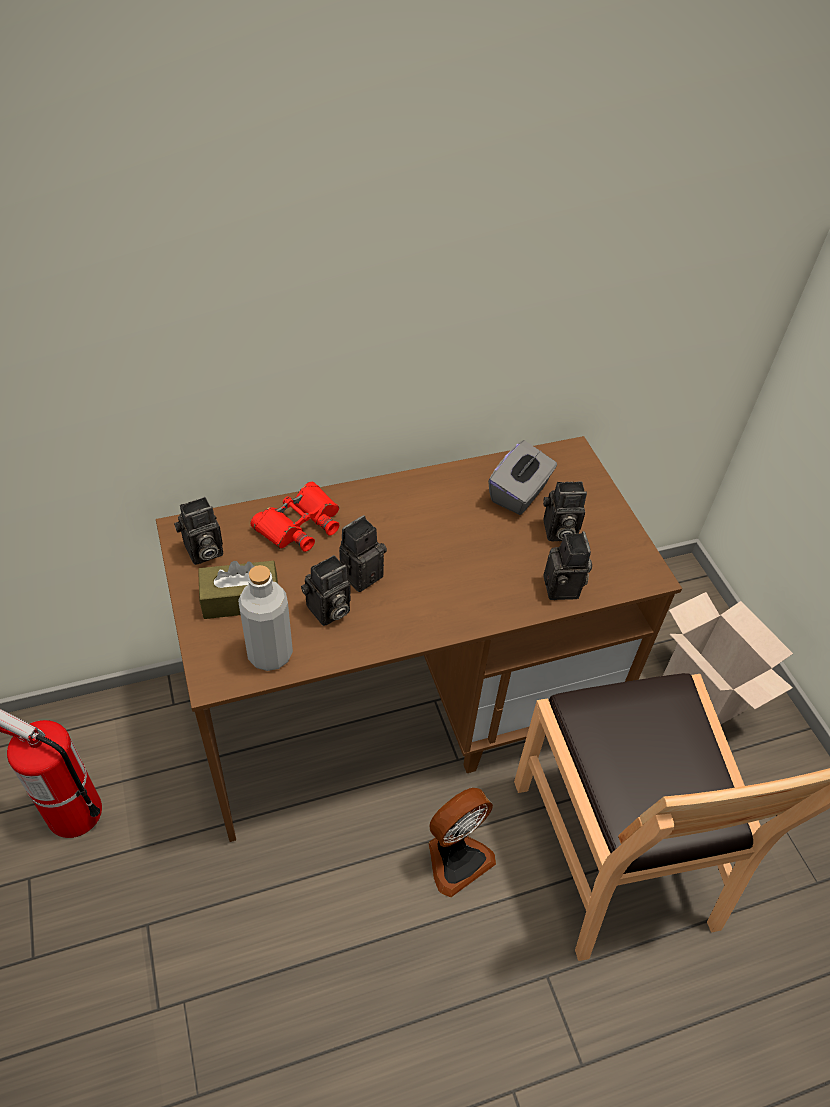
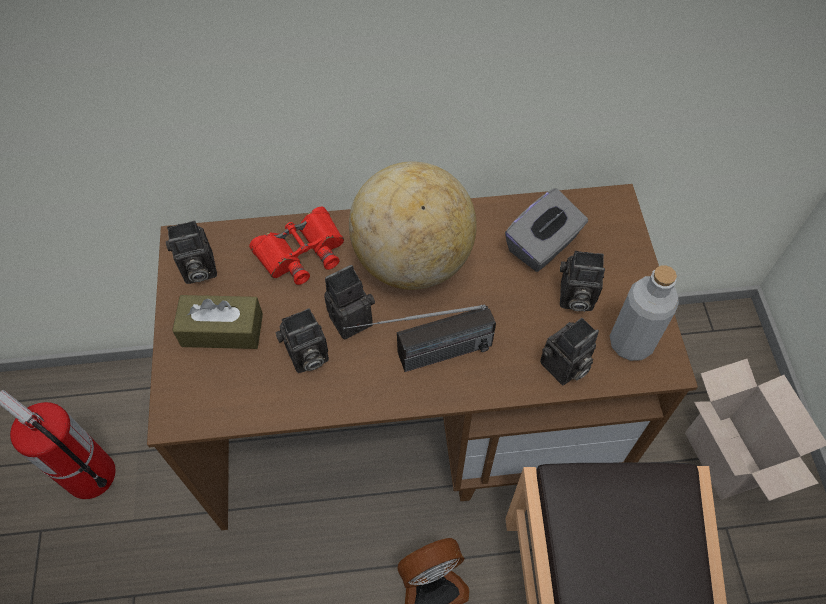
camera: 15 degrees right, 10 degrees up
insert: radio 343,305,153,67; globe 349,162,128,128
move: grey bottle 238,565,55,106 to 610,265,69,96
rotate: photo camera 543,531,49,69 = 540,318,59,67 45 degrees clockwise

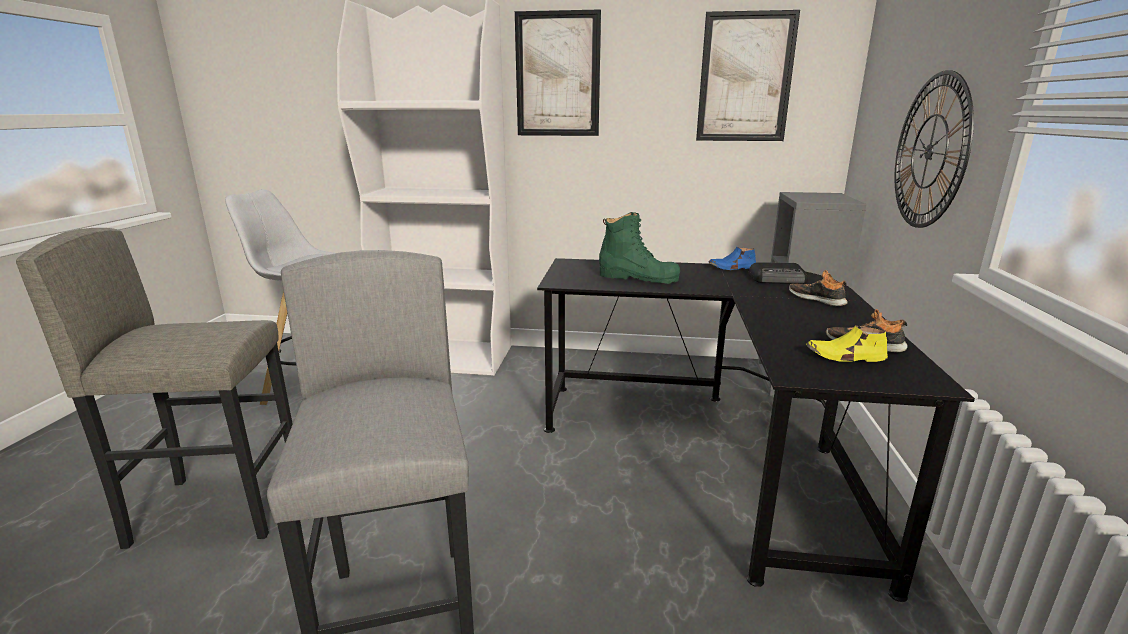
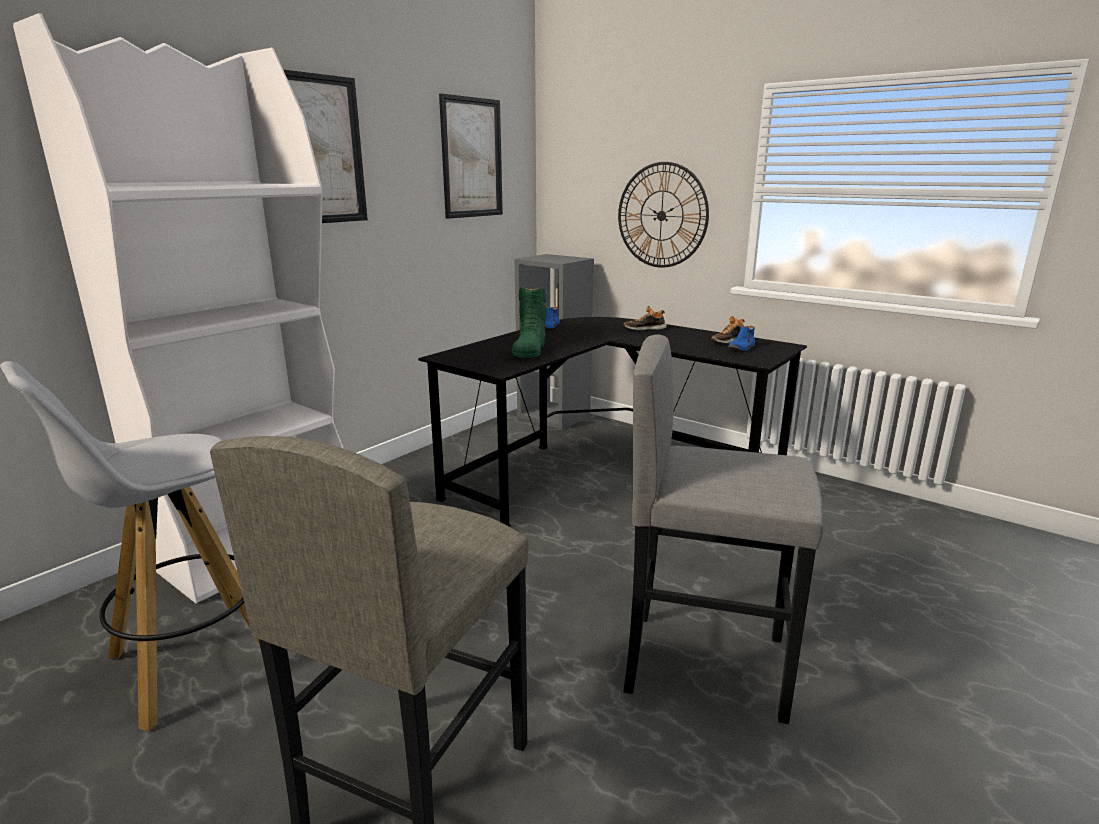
camera: 60 degrees left, 0 degrees up
delete: radio 748,262,60,22
recolor: yellow shoe 806,325,82,37 to blue shoe 728,326,27,25
rotate: green boot 599,212,81,72 = 512,288,35,70 135 degrees clockwise

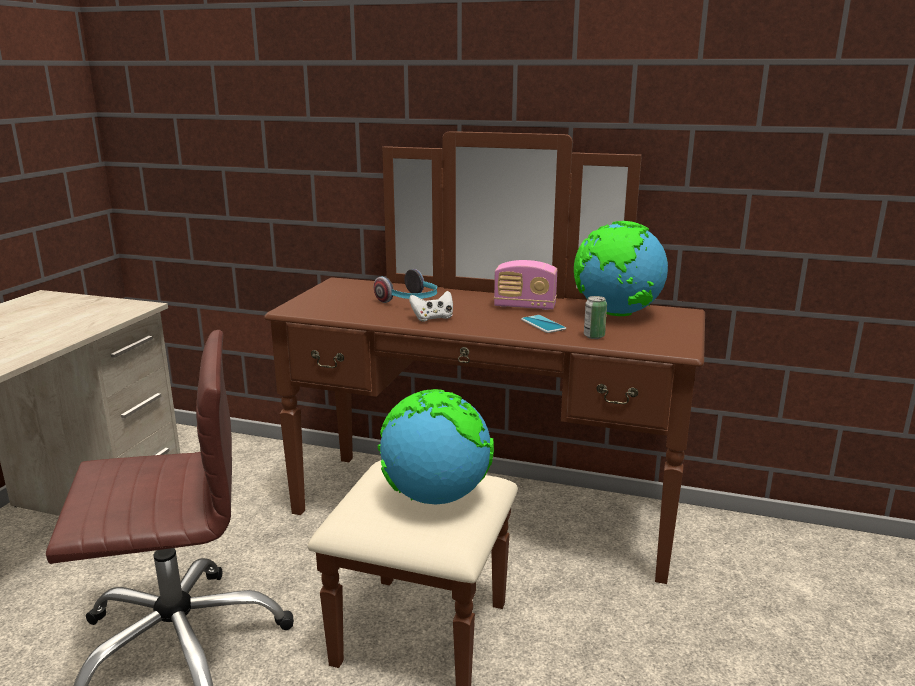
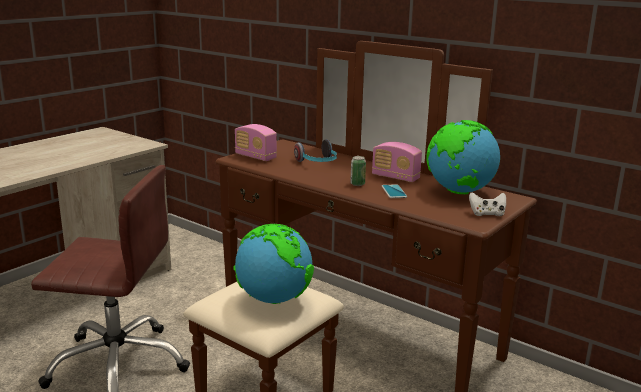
camera: 20 degrees right, 0 degrees up
insert: radio 235,124,42,37
move: can 584,296,23,43 to 350,156,16,30; white game controller 409,291,44,31 to 469,192,37,24

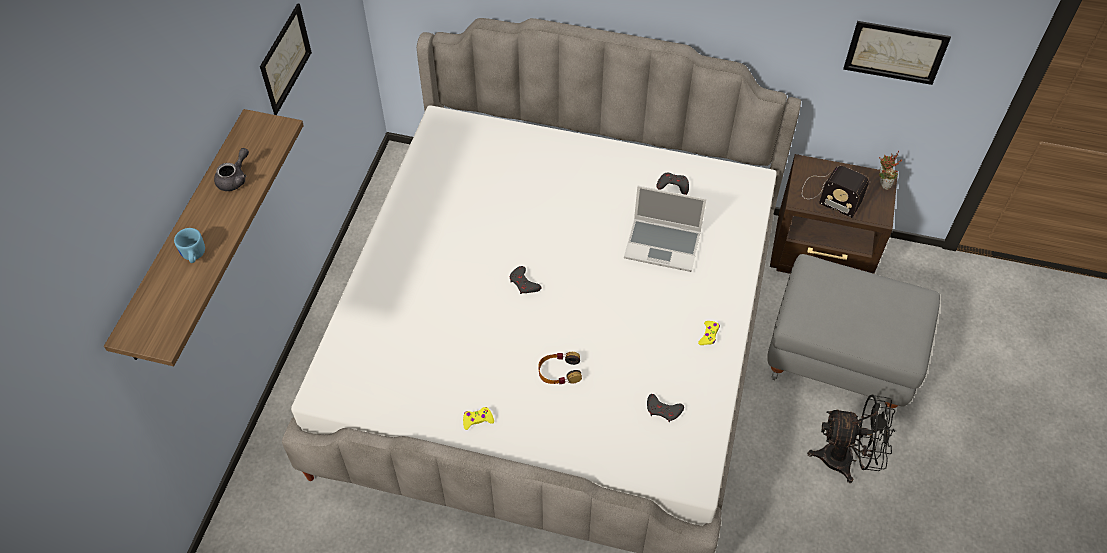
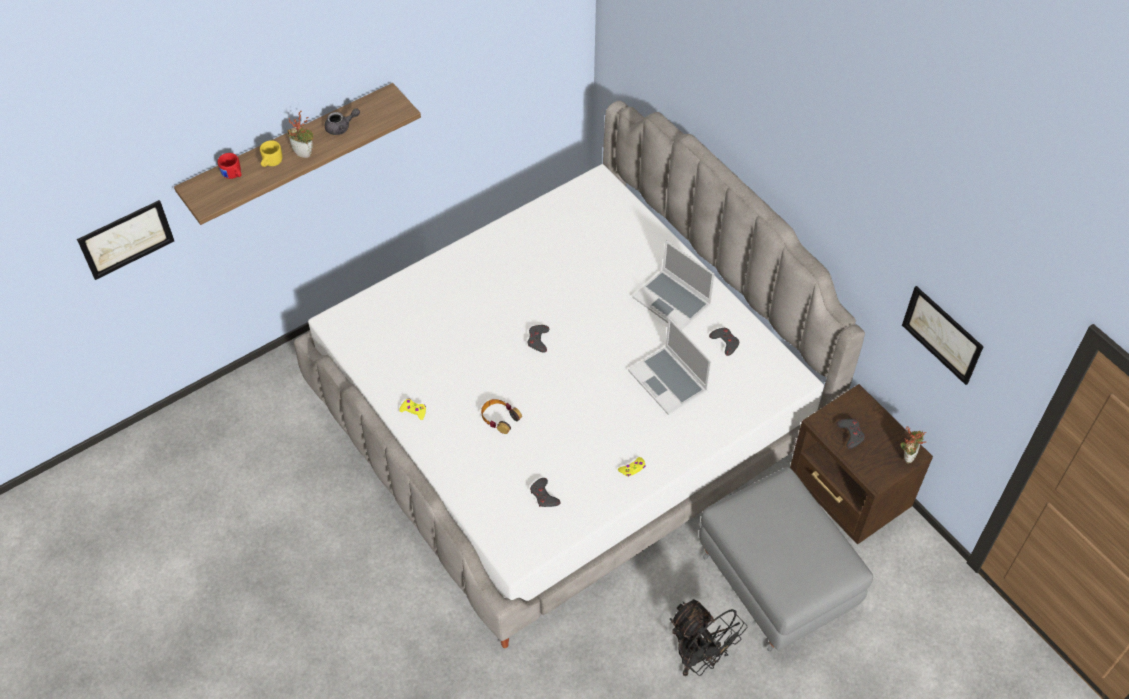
camera: 40 degrees right, 0 degrees up
insert: red mug 218,153,23,26; potted plant 288,110,26,48; laptop 632,240,83,90
move: picture 260,3,52,112 to 77,200,97,80
replace: radio 802,166,67,52 to grey game controller 836,419,29,30
recolor: blue mug 174,228,31,35 to yellow mug 260,140,22,27

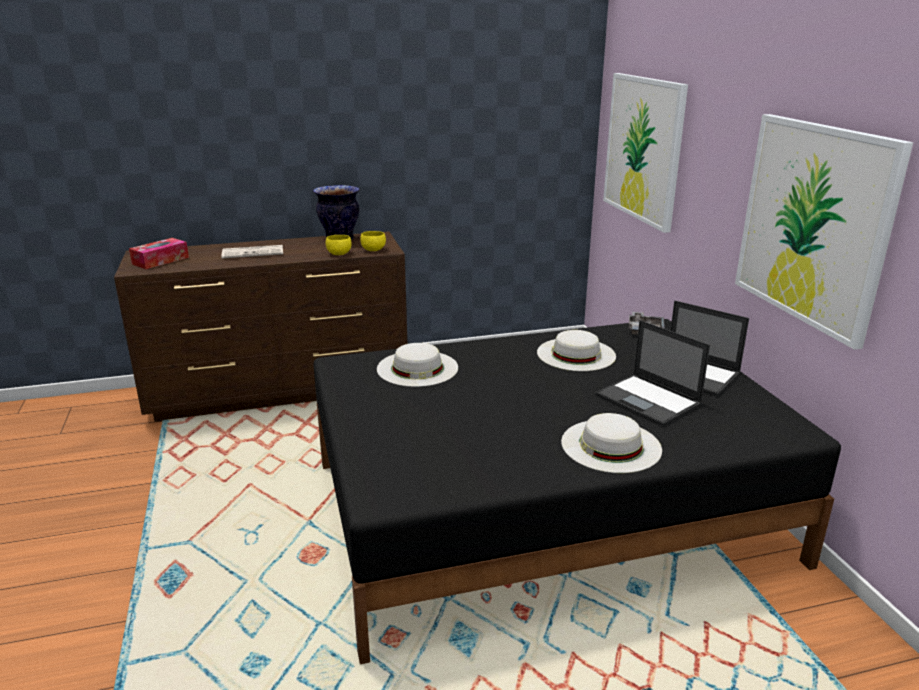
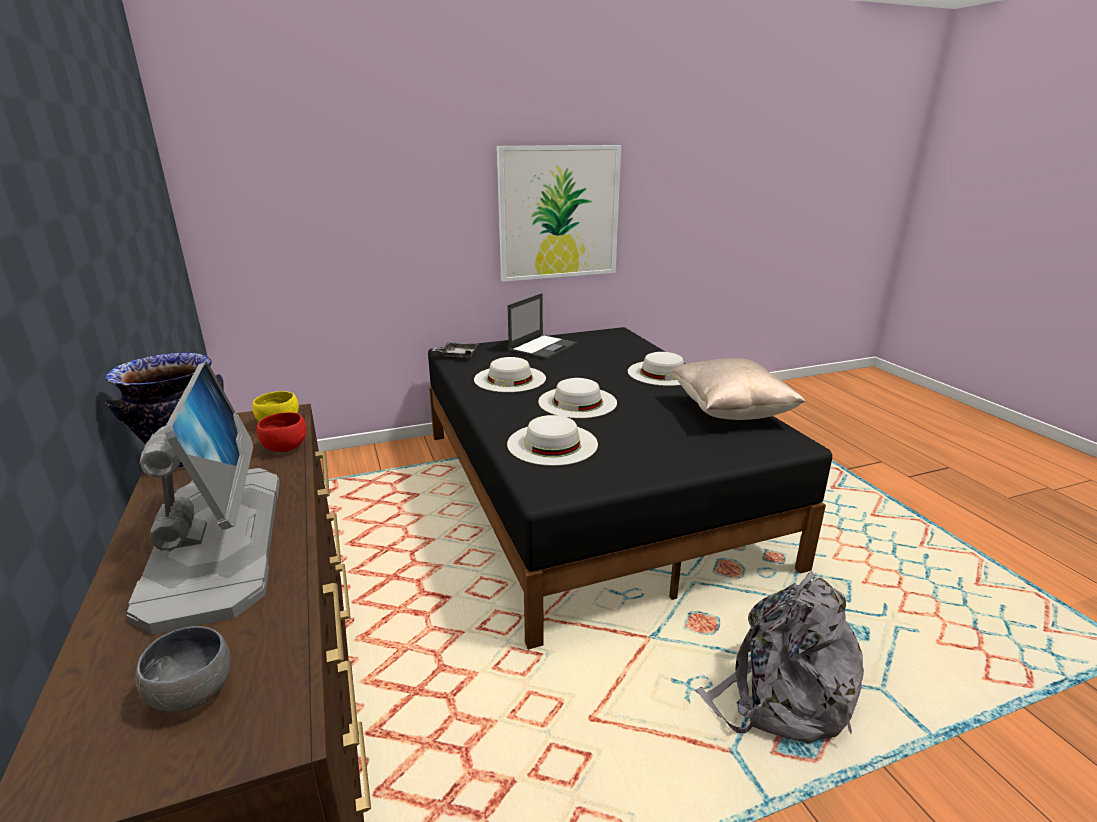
camera: 95 degrees left, 0 degrees up
delete: laptop 595,320,115,107; picture 603,73,85,160
insert: white hat 538,378,79,40; beige pillow 672,358,134,62; grey backpack 696,571,168,173
replace: newspaper 221,245,62,14 to monitor 127,362,153,273; tissue box 129,238,60,31 to grey bowl 135,626,96,86
recolor: yellow bowl 326,235,25,20 to red bowl 257,412,50,40

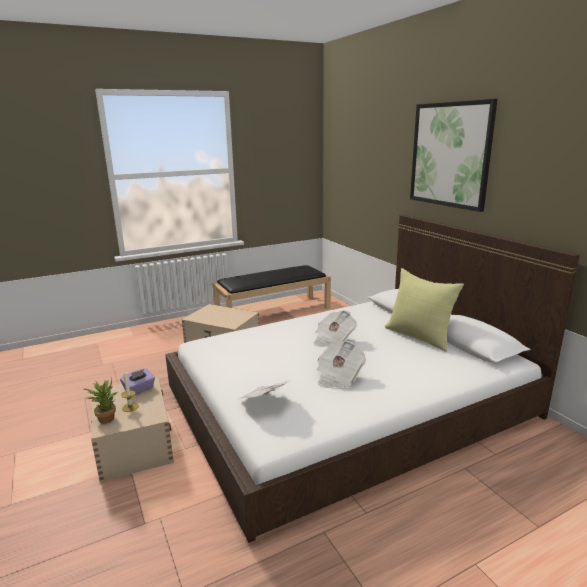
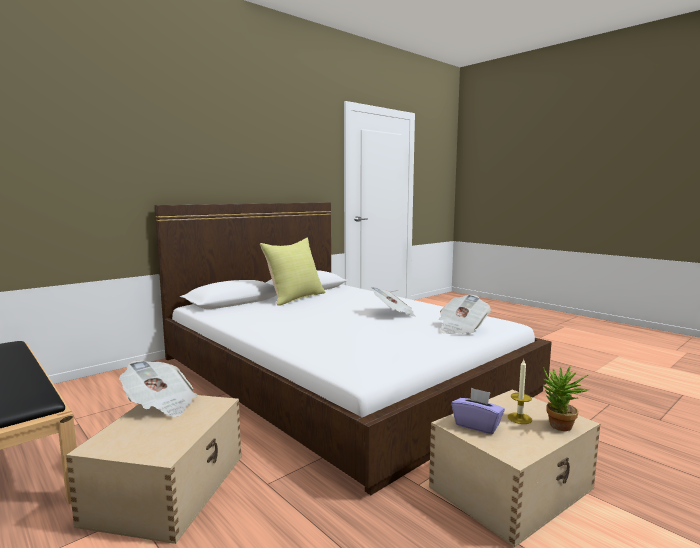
camera: 105 degrees left, 10 degrees down
delete: picture 410,99,87,113
move: newspaper 314,310,43,37 to 119,360,78,57

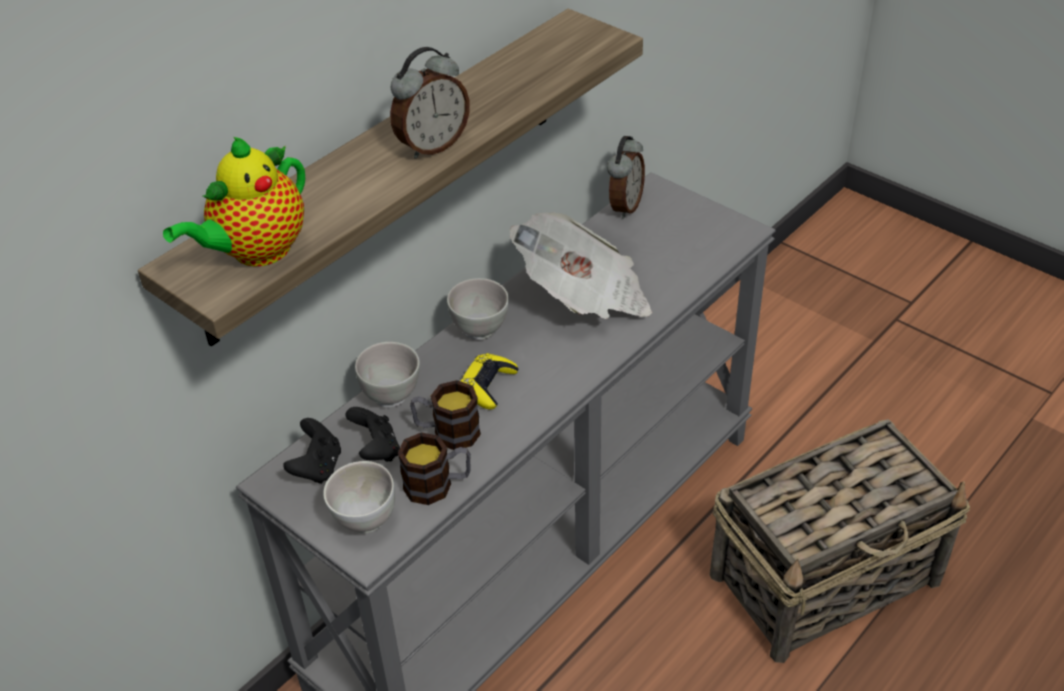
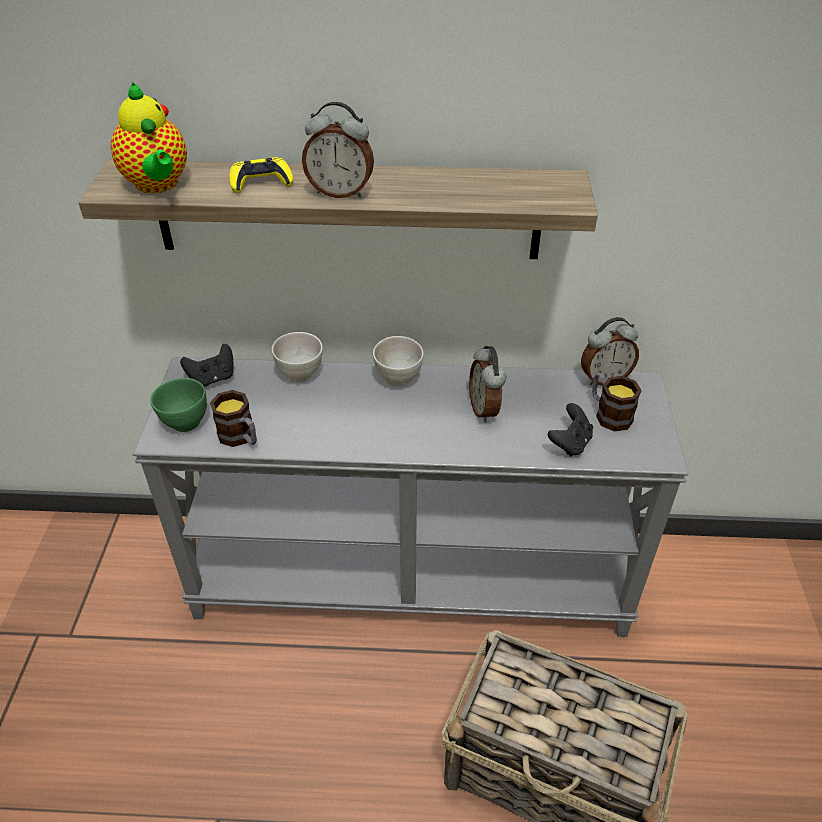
camera: 50 degrees right, 0 degrees up
move: yellow game controller 461,353,57,57 to 229,157,64,36; black game controller 345,407,55,55 to 548,403,45,54; mug 410,380,71,70 to 592,373,50,59
replace: newspaper 510,213,142,106 to alarm clock 469,346,37,77
recolor: white bowl 323,461,72,72 to green bowl 150,378,57,54
rotate: teapot 163,137,142,130 = 111,82,76,111 120 degrees counterclockwise

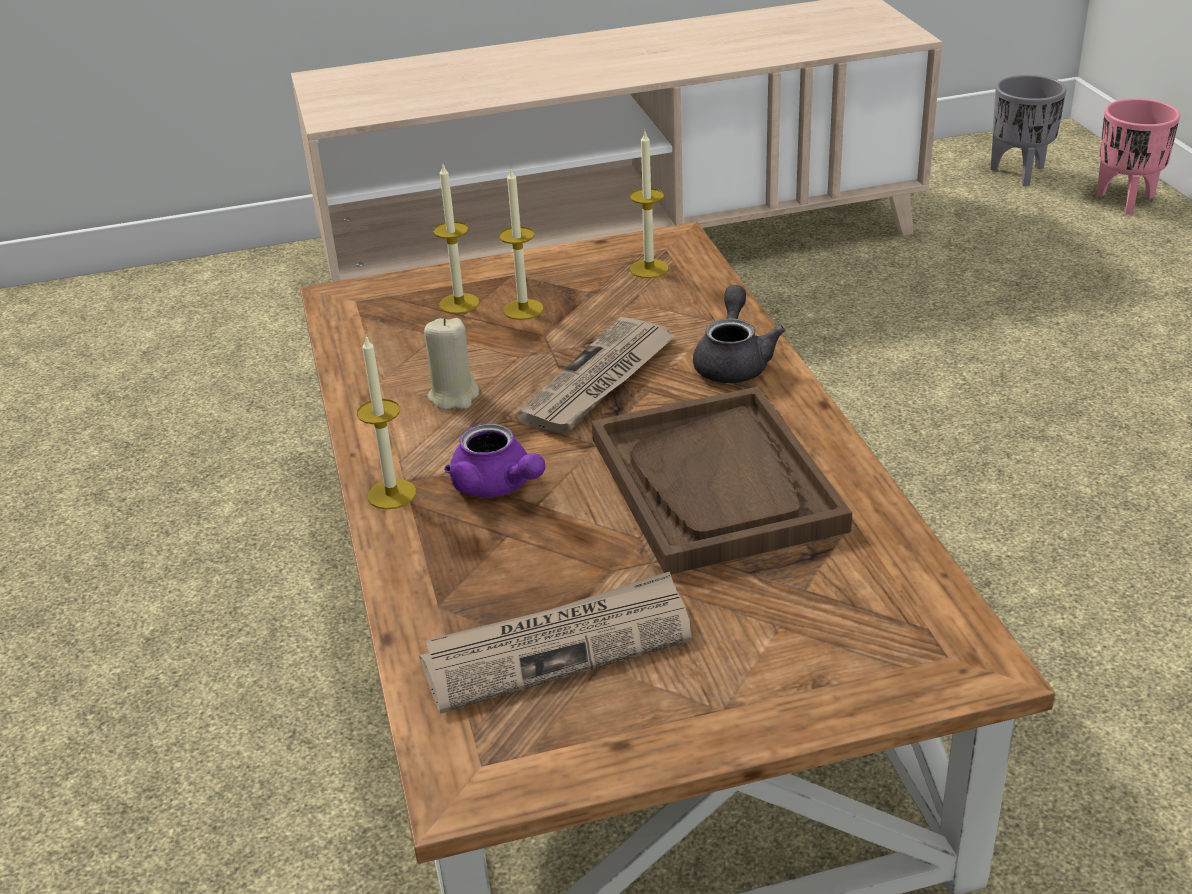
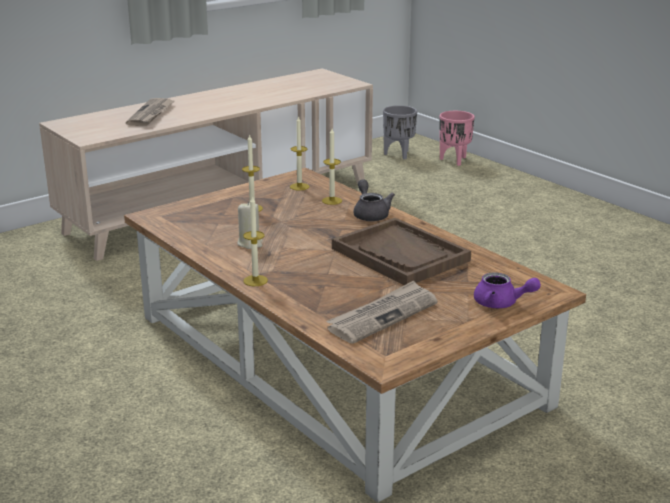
camera: 25 degrees left, 10 degrees down
move: newspaper 516,317,160,116 to 126,98,49,28; candle 433,165,47,149 to 322,129,20,76; purple teapot 444,424,101,74 to 474,272,67,36

